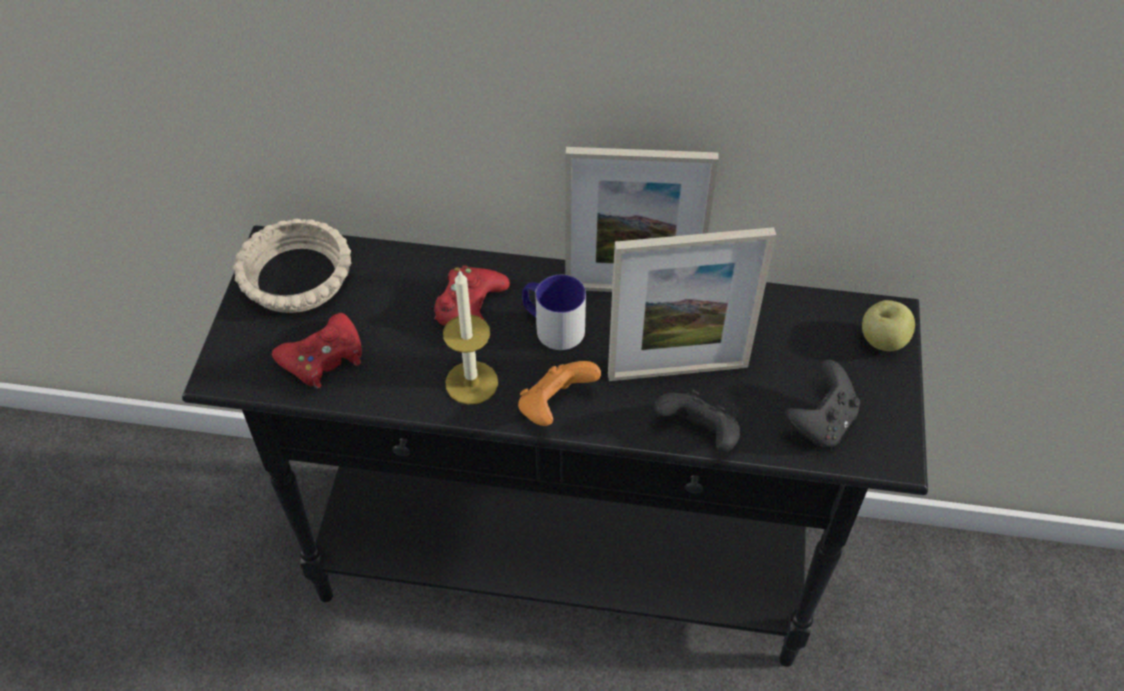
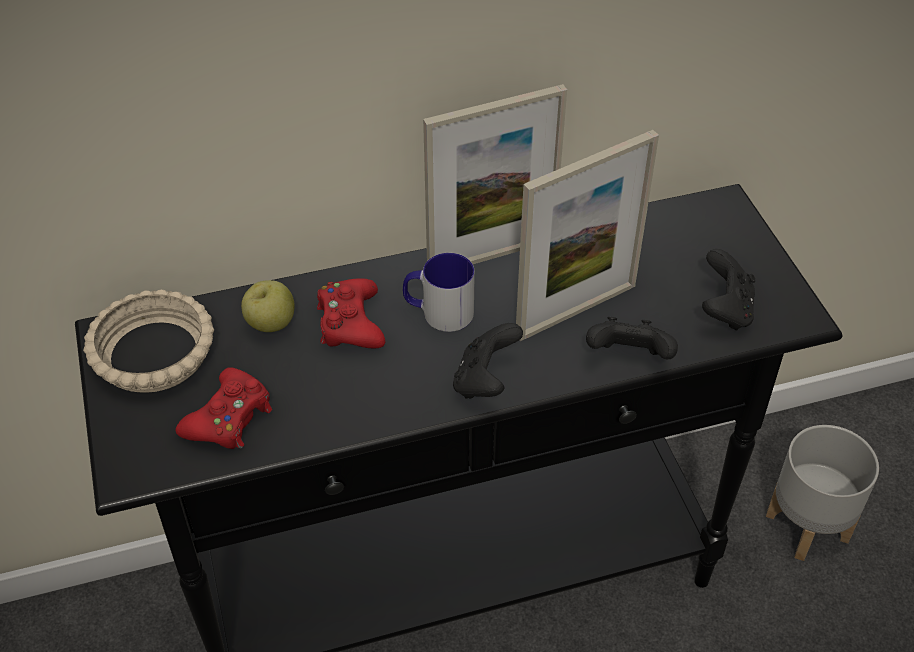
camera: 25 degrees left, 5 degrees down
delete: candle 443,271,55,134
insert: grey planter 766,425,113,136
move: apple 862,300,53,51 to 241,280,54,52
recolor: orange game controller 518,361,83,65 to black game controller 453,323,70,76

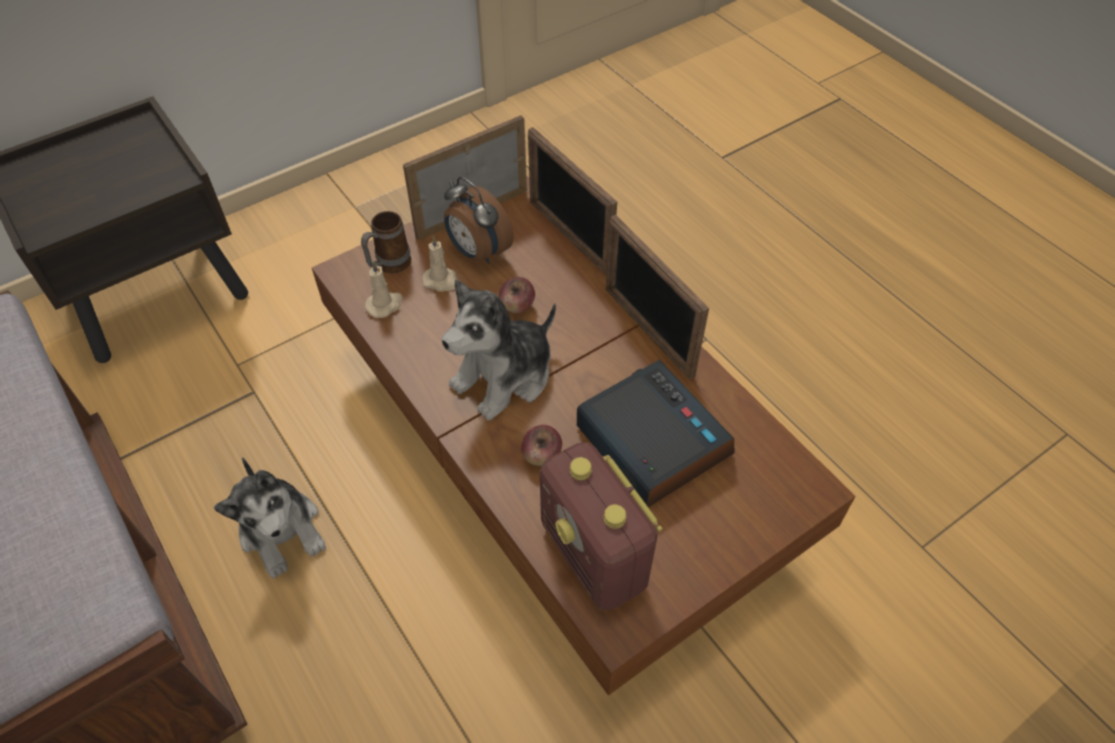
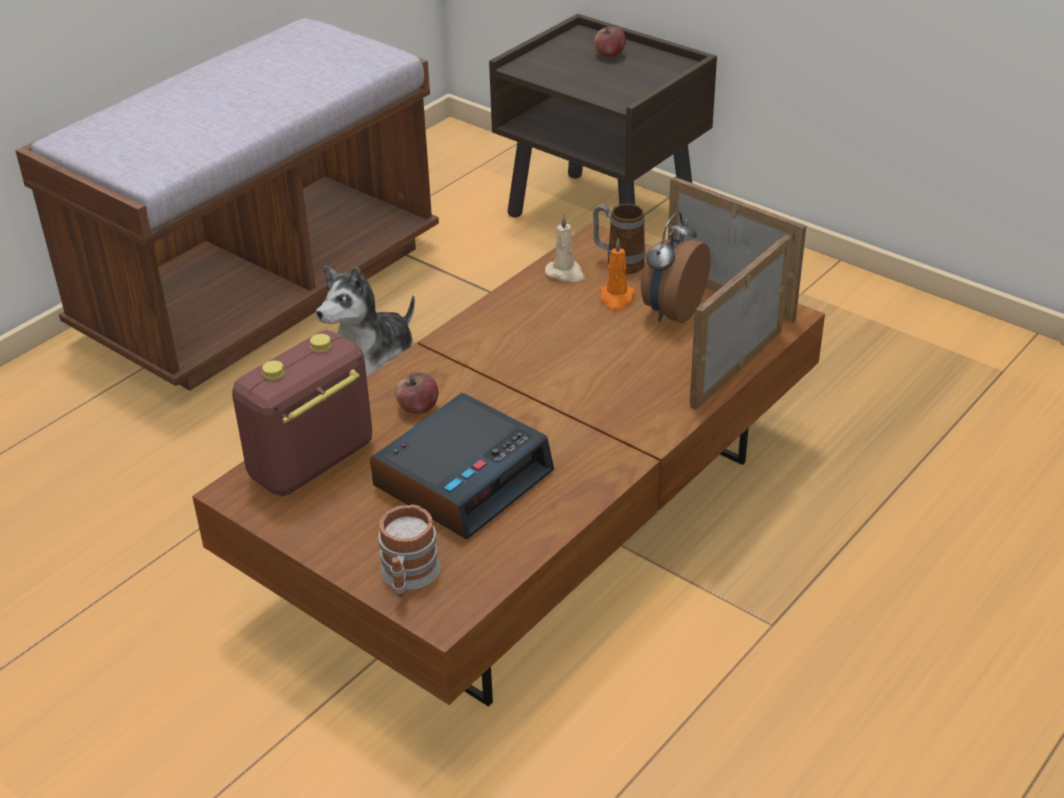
camera: 75 degrees right, 15 degrees down
delete: plush toy 442,280,114,141; picture frame 606,214,103,166
insert: mug 378,504,63,93
move: apple 499,277,36,36 to 594,25,32,32
recolor: beige candle 422,235,35,57 to orange candle 600,238,35,73

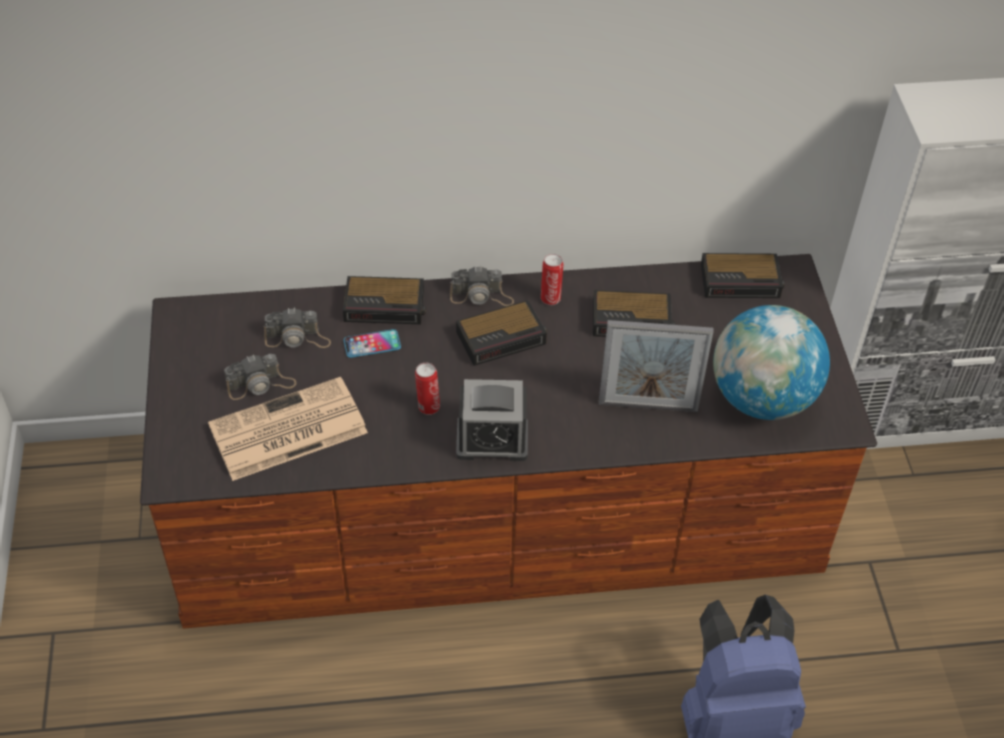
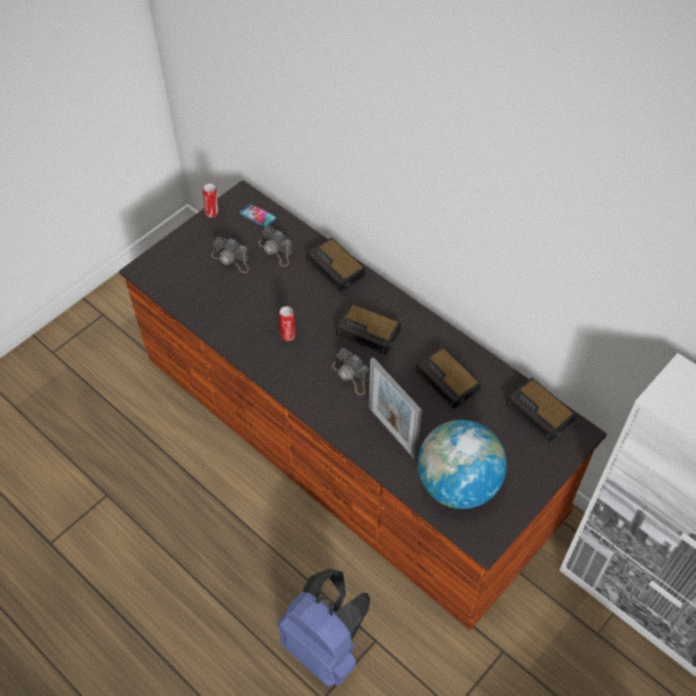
camera: 50 degrees right, 5 degrees up
delete: newspaper 208,377,160,104; alarm clock 456,379,72,82
move: can 541,254,22,51 to 203,183,15,34; phone 344,329,57,29 to 240,203,36,24; photo camera 450,266,64,40 to 332,348,37,47

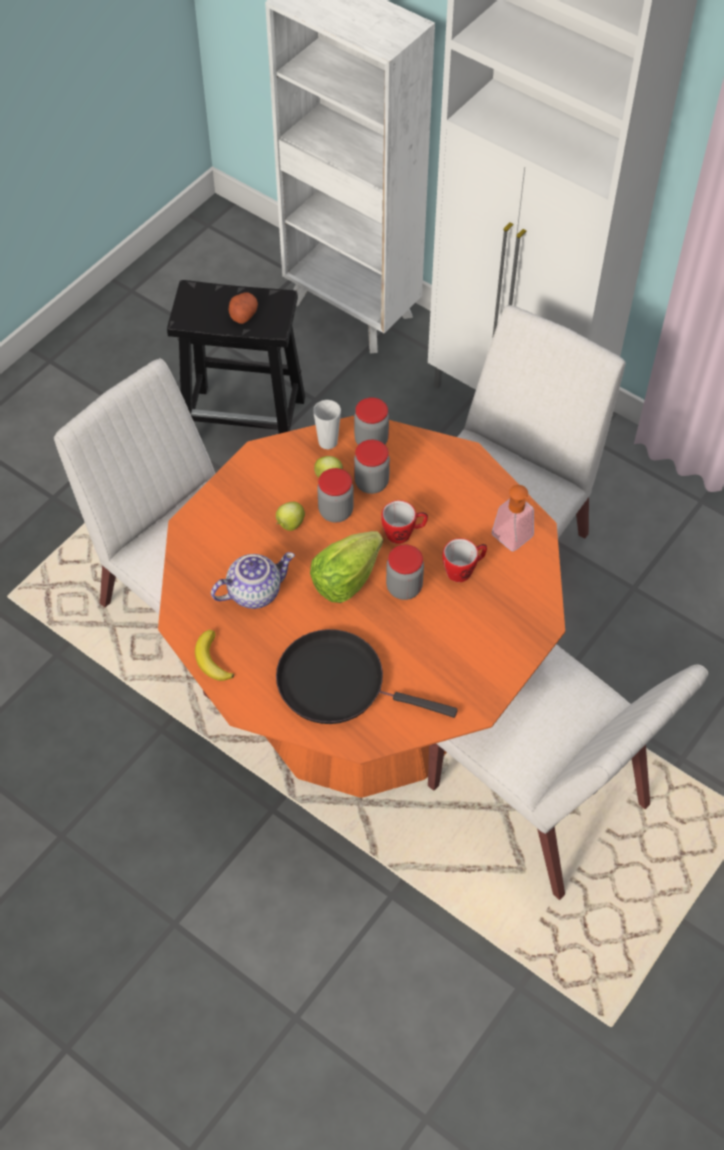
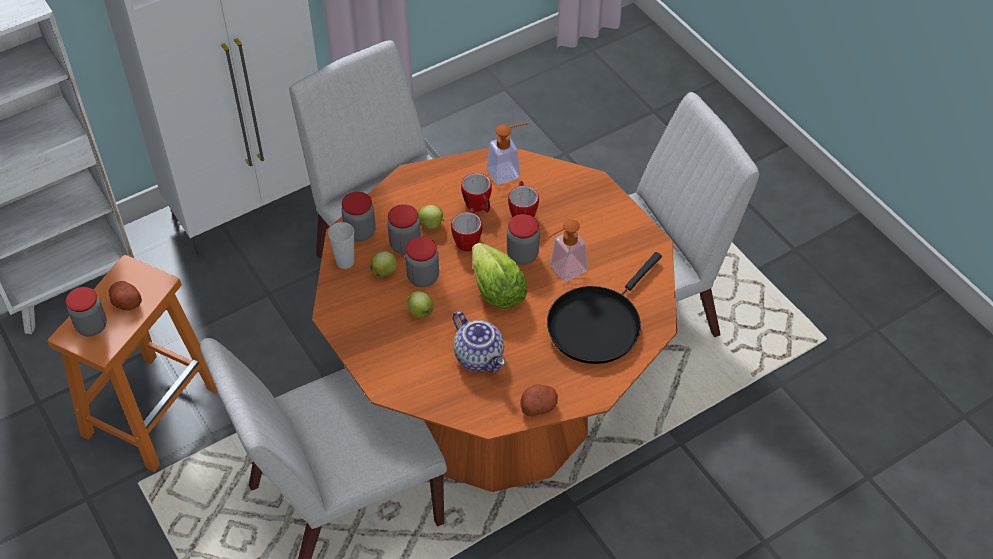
camera: 70 degrees left, 5 degrees down
insert: jar 66,287,41,49; apple 418,205,27,24; mug 461,173,31,39; soap dispenser 547,219,40,63
replace: banana 195,630,39,51 to potato 520,384,38,32
recolor: black stool 167,280,138,154 to orange stool 47,255,170,217
rotate: teapot 211,552,84,57 = 453,311,52,61 150 degrees clockwise

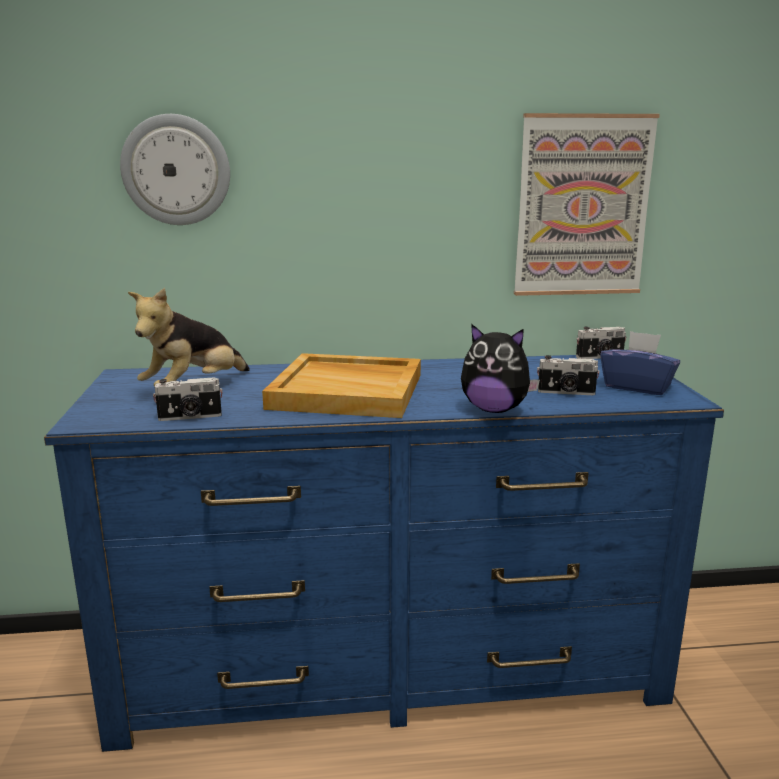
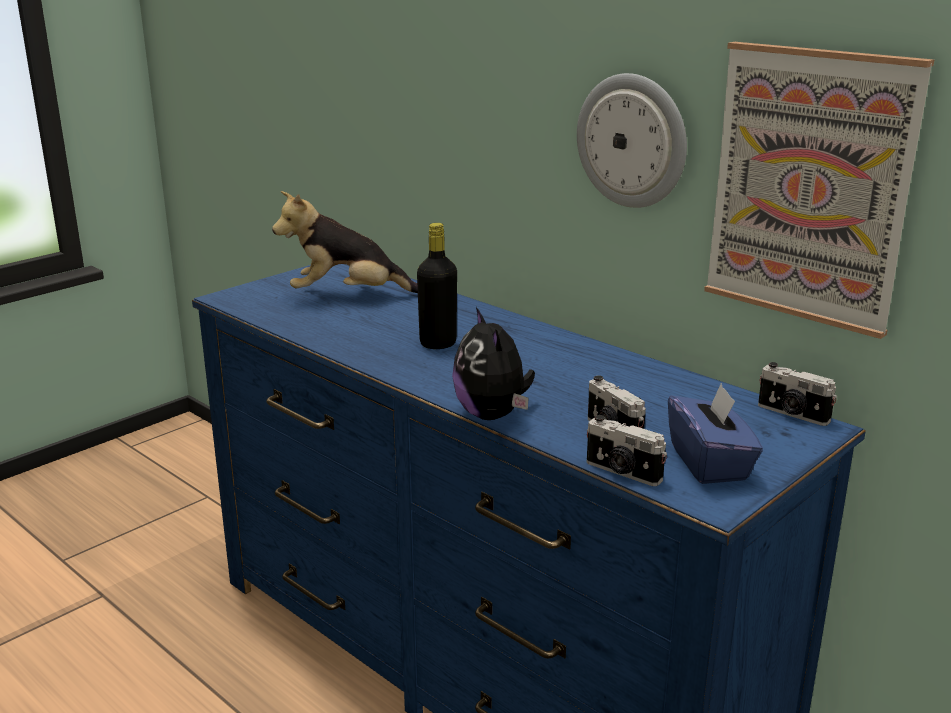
camera: 50 degrees right, 5 degrees up
move: wall clock 120,114,110,111 to 577,73,110,135; photo camera 153,377,70,44 to 587,415,80,71
replace: beige tray 262,353,159,65 to black bottle 417,223,40,126

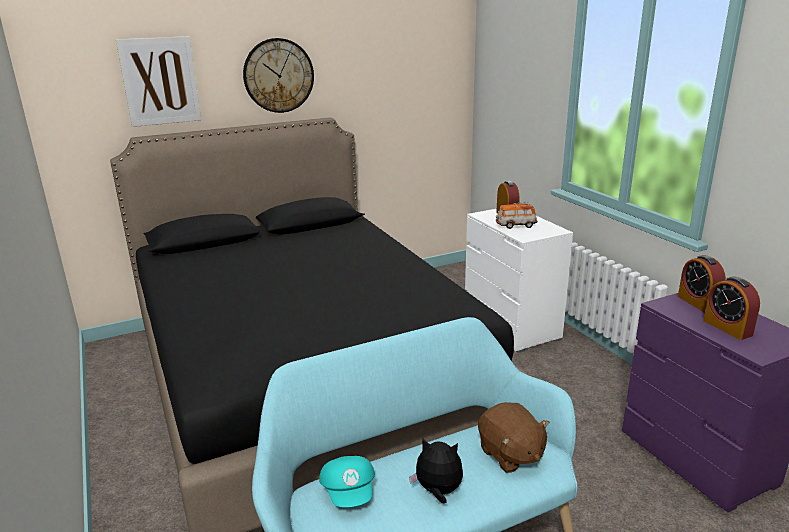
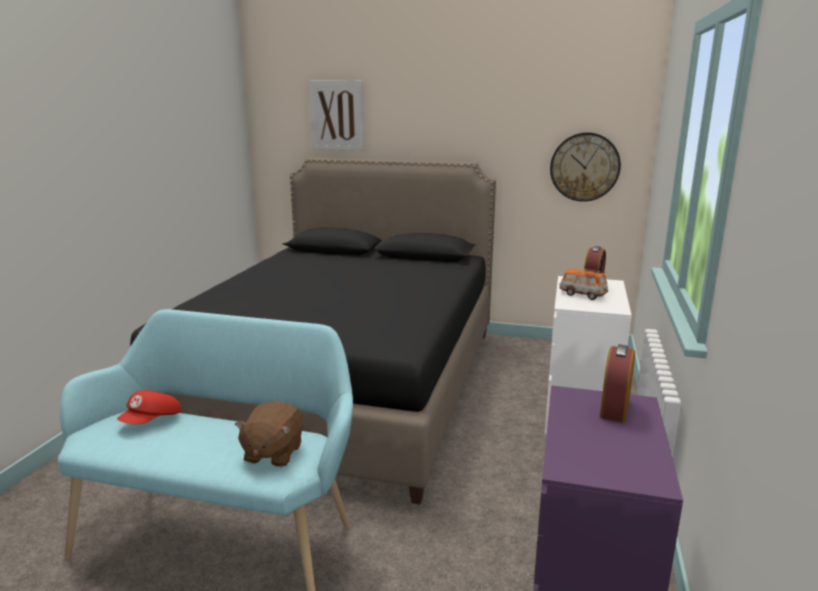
camera: 40 degrees right, 5 degrees down
delete: plush toy 409,437,54,67; alarm clock 703,277,57,63
move: wall clock 243,38,71,75 to 550,132,71,70
recolor: turquoise cap 319,456,56,51 to red cap 117,390,64,34

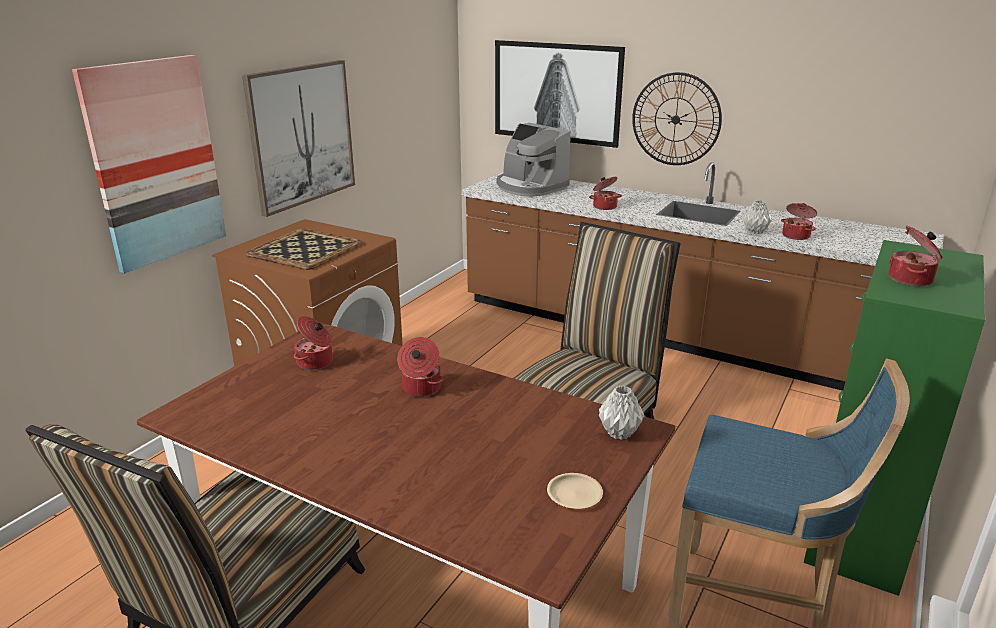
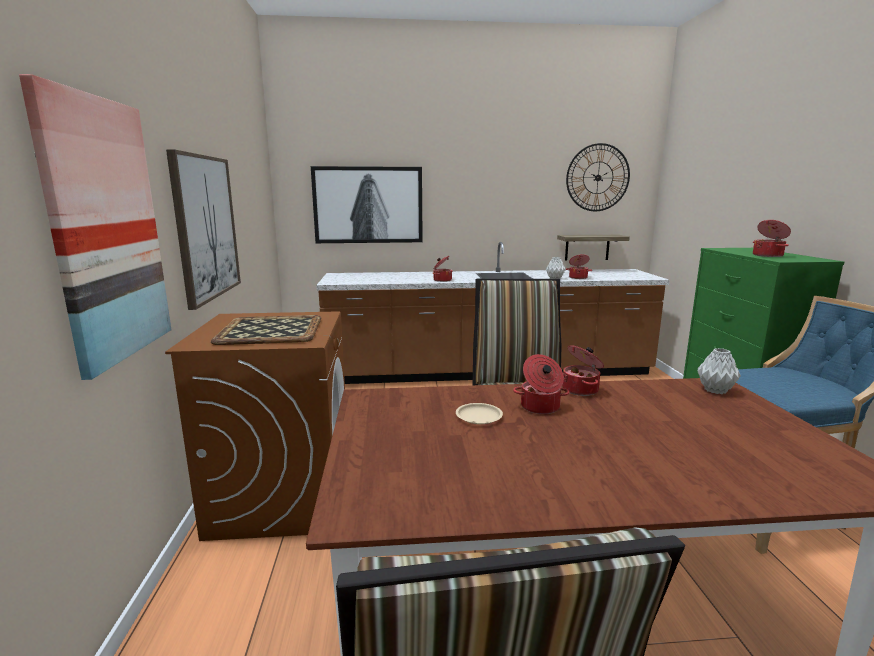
camera: 35 degrees left, 10 degrees down
delete: coffee machine 497,123,74,74
insert: shelf 557,235,73,25
move: beige plate 547,473,56,36 to 456,403,47,21; cooking pot 294,316,39,54 to 562,345,42,51; wall clock 632,72,90,93 to 566,143,64,68

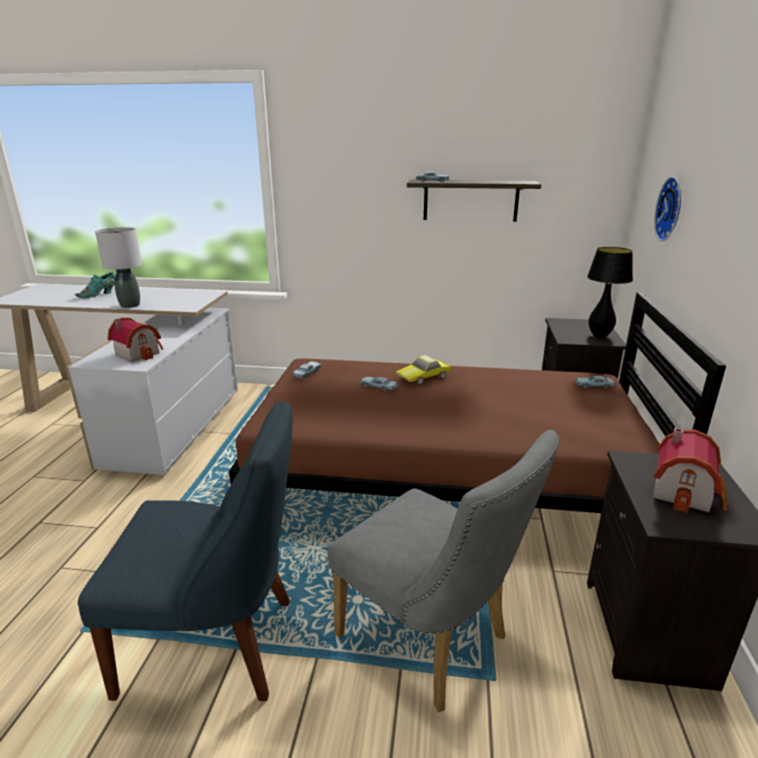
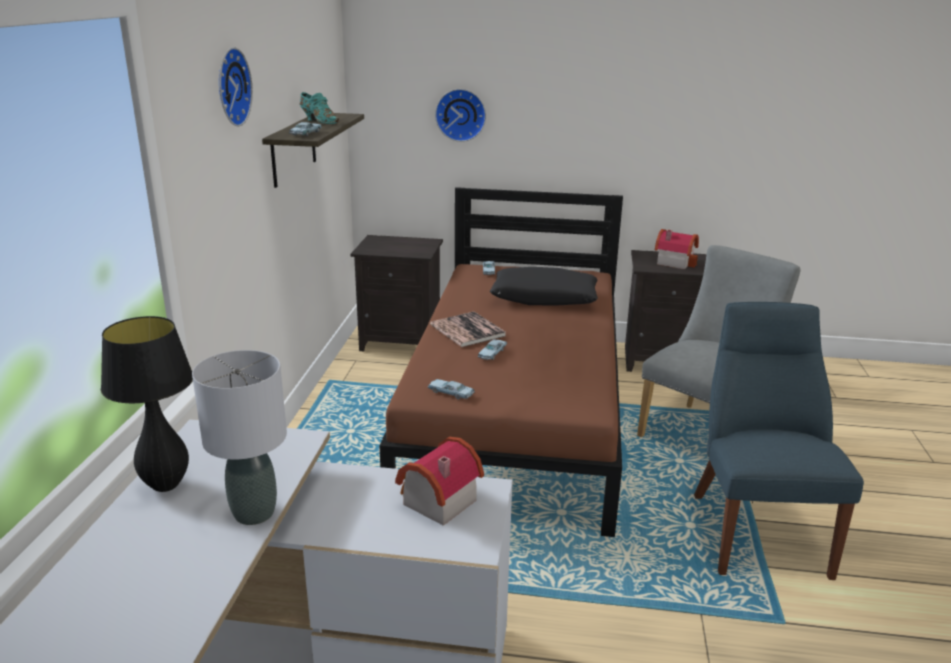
camera: 90 degrees left, 0 degrees up
insert: wall clock 219,47,34,79; black pillow 490,267,108,39
move: black table lamp 587,247,46,91 to 101,316,92,176; turquoise shoe 75,272,40,26 to 300,92,39,32
replace: toy car 396,355,55,30 to book 430,312,76,35

